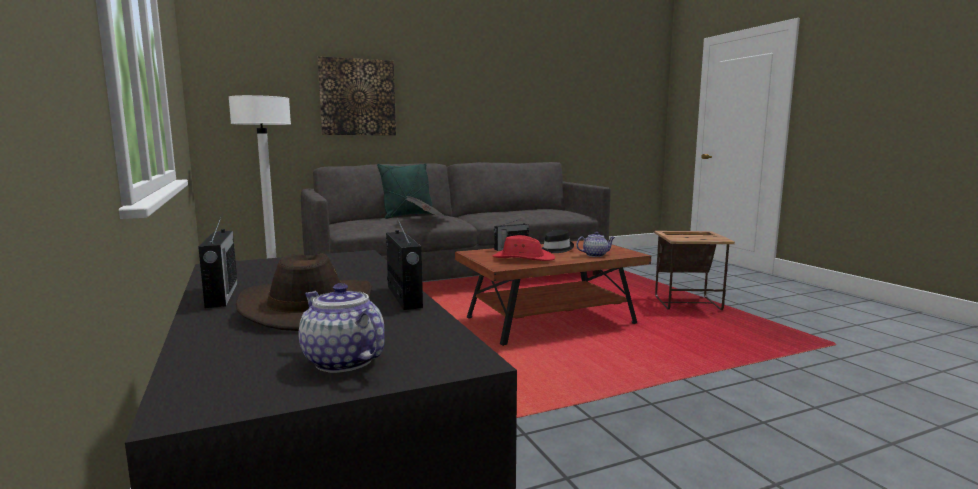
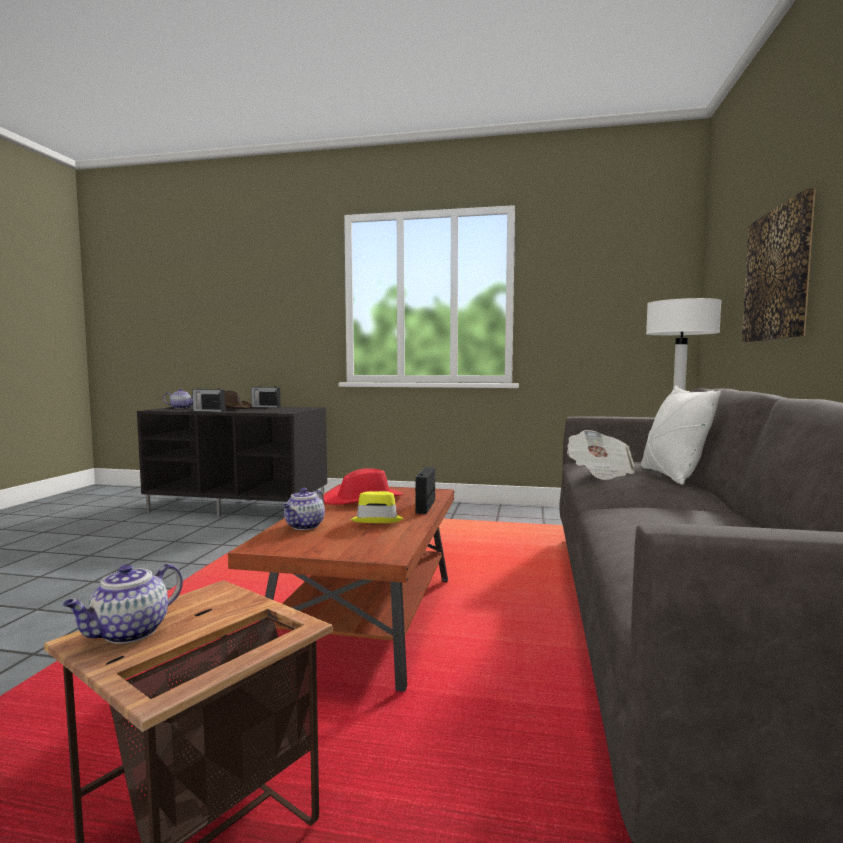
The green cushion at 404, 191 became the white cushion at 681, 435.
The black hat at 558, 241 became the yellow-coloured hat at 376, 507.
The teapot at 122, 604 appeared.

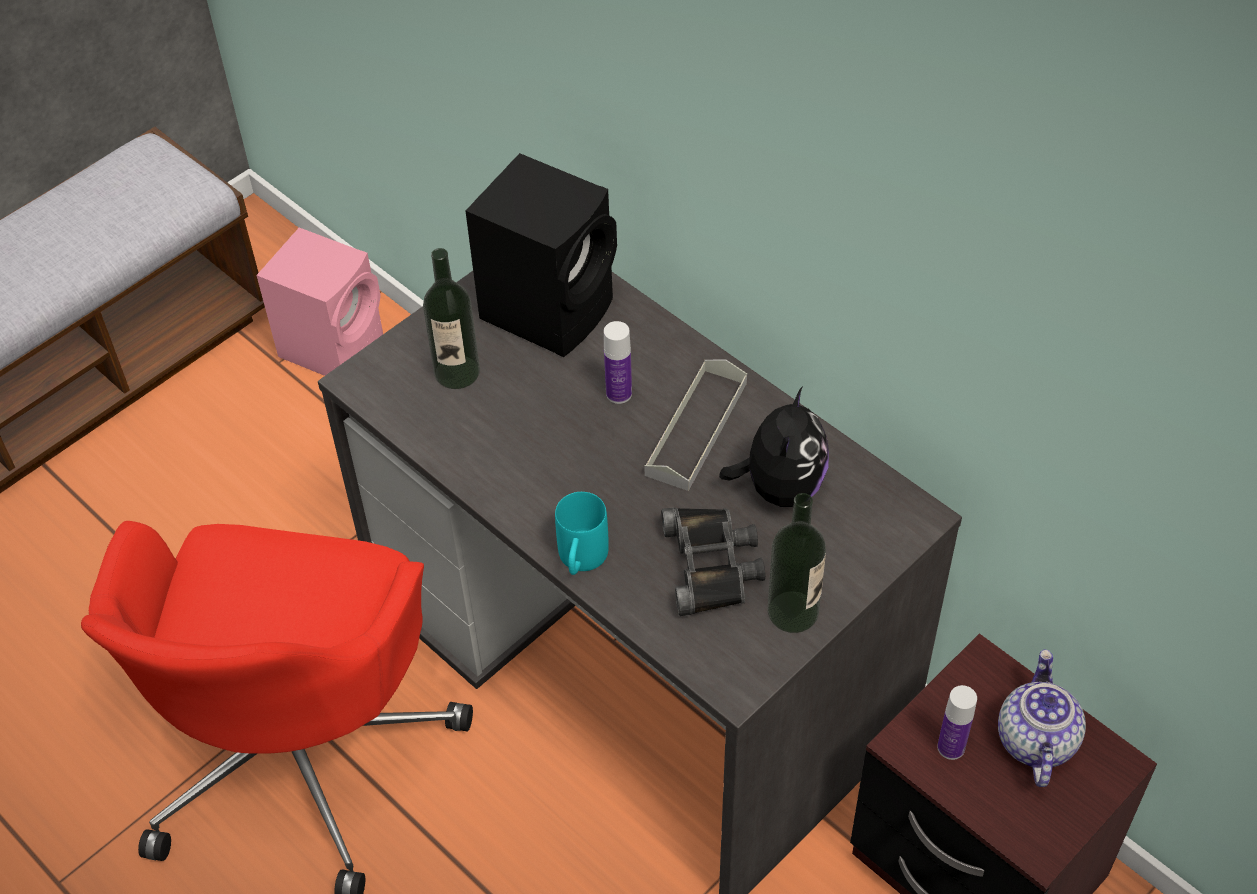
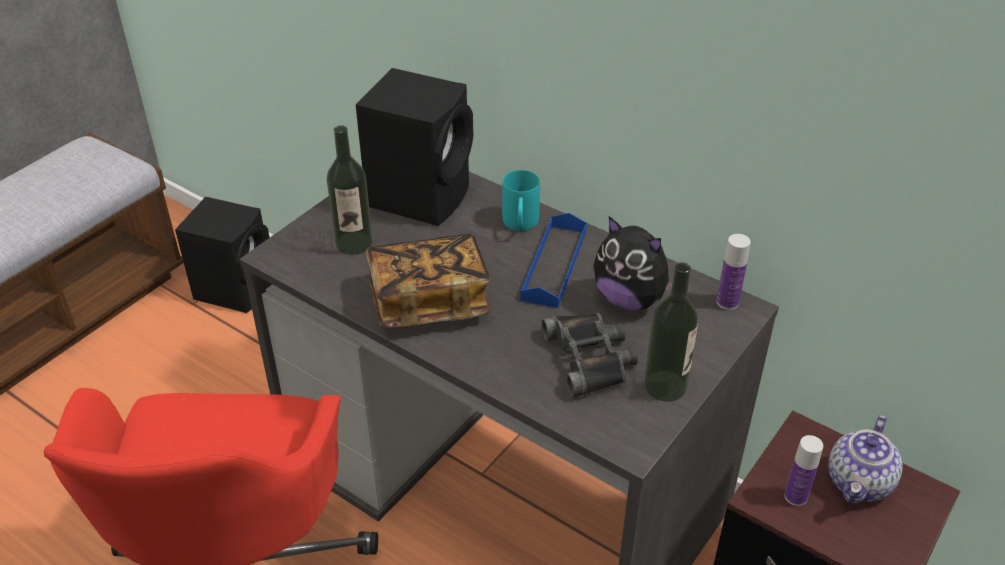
The pinkish audio speaker at 319, 302 became the black audio speaker at 222, 255.
The turquoise-coloured coffee mug moved from 582, 533 to 521, 200.
The drink bottle moved from 618, 362 to 734, 272.
The greyish carrying tray at 695, 425 became the blue carrying tray at 553, 260.
The cuddly toy at 774, 446 turned 120 degrees clockwise.
The teapot at 1042, 718 turned 150 degrees counterclockwise.
The book at 428, 281 appeared.

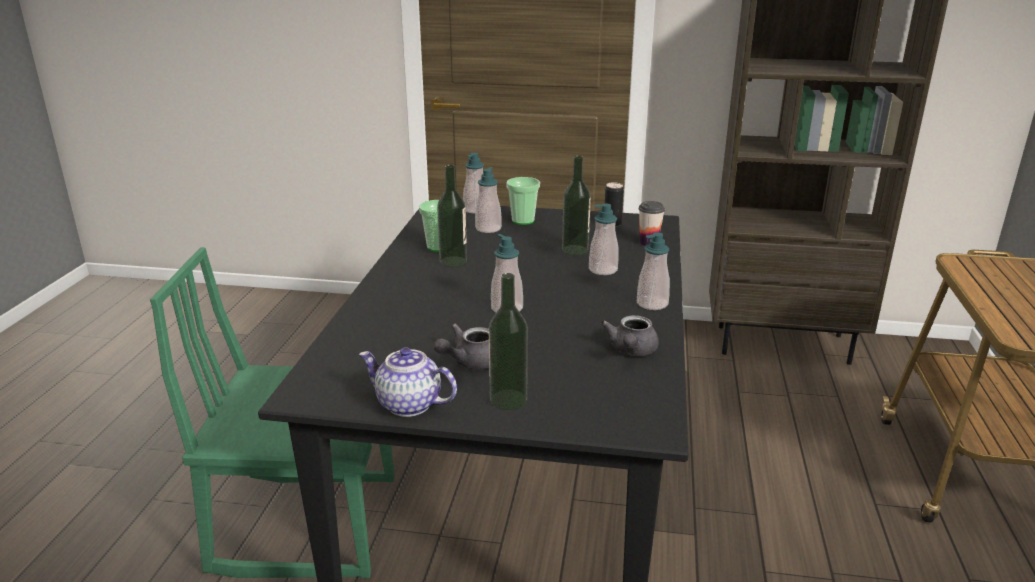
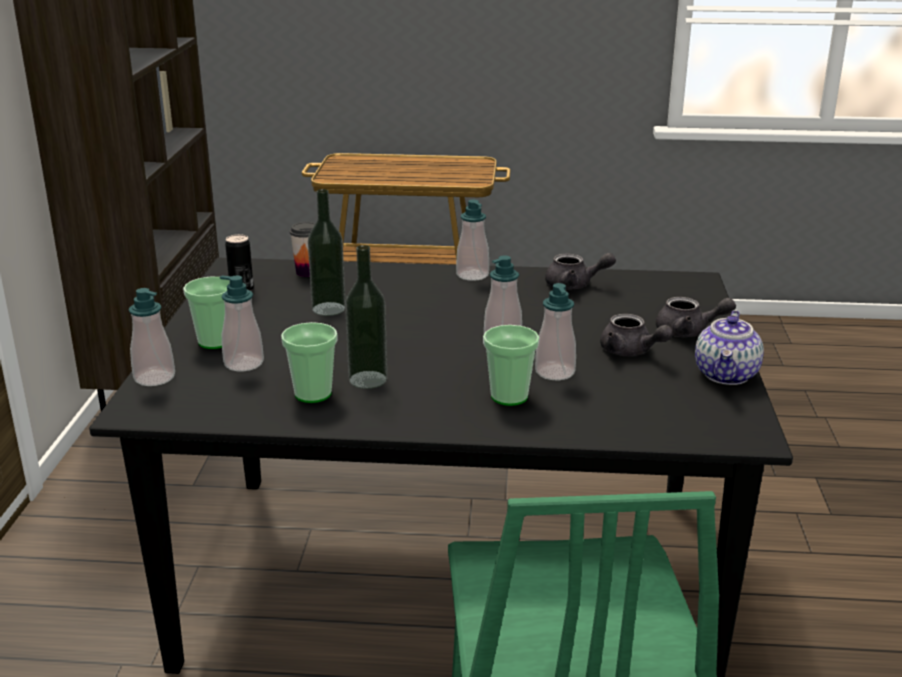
The drink bottle at 508, 341 was replaced by the greyish teapot at 696, 317.
The soap bottle moved from 604, 239 to 555, 331.
The cup at 511, 365 appeared.

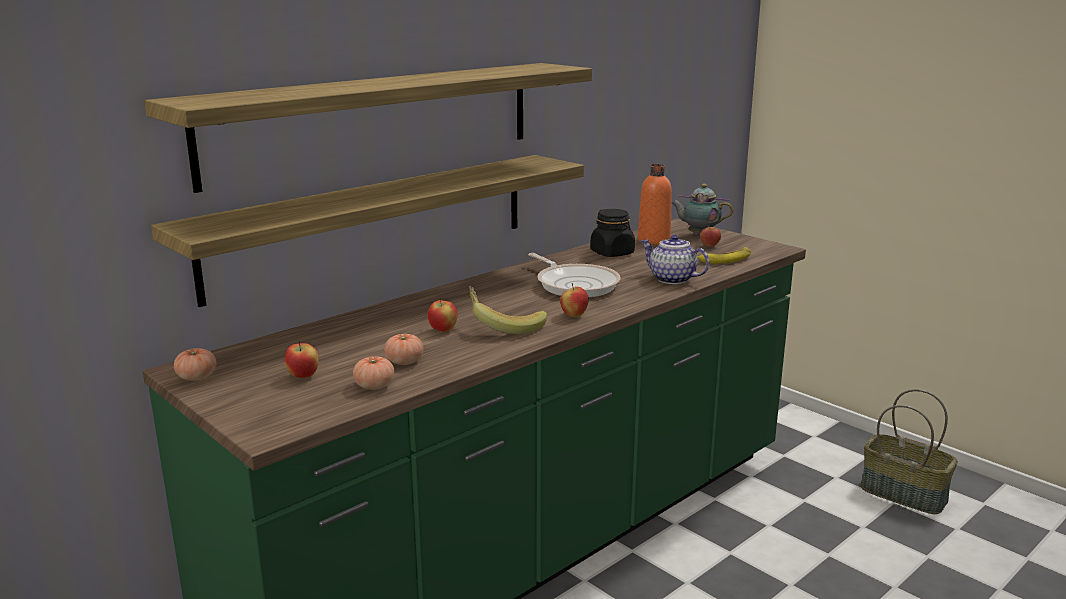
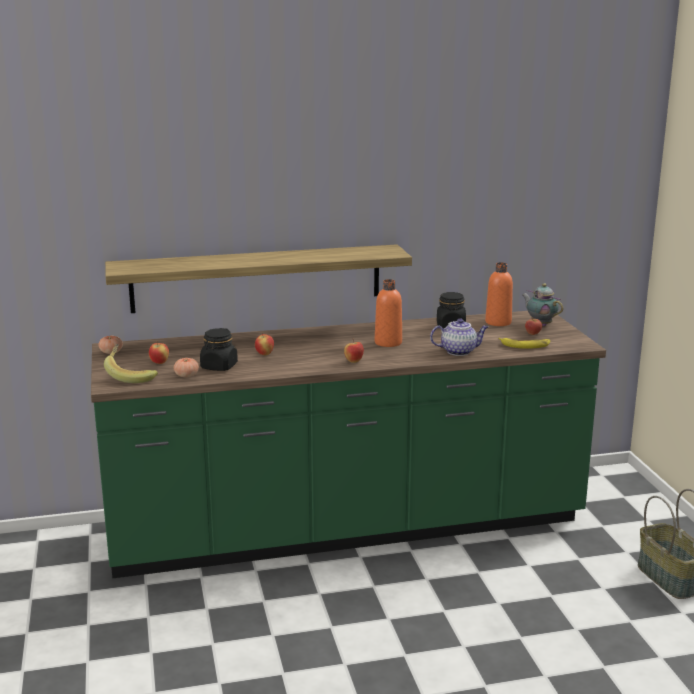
The bracket shelf at 368, 128 disappeared.
The tomato at 404, 349 was replaced by the black storage jar at 219, 349.
The whole banana moved from 508, 310 to 131, 363.
The frying pan at 574, 275 was replaced by the orangey drink bottle at 388, 313.
The teapot at 675, 259 turned 105 degrees clockwise.

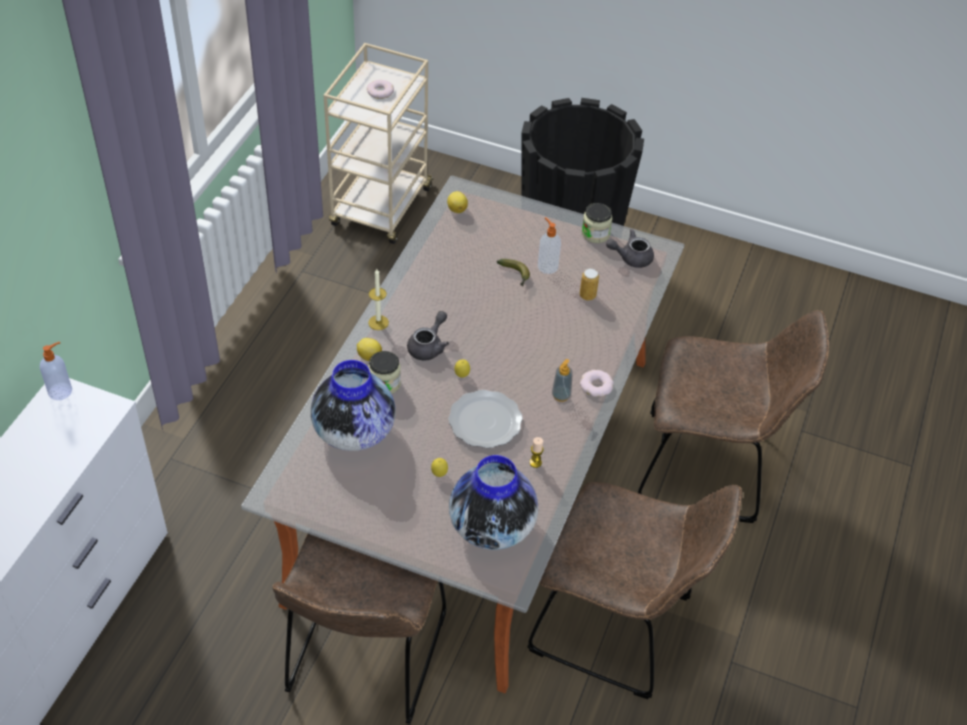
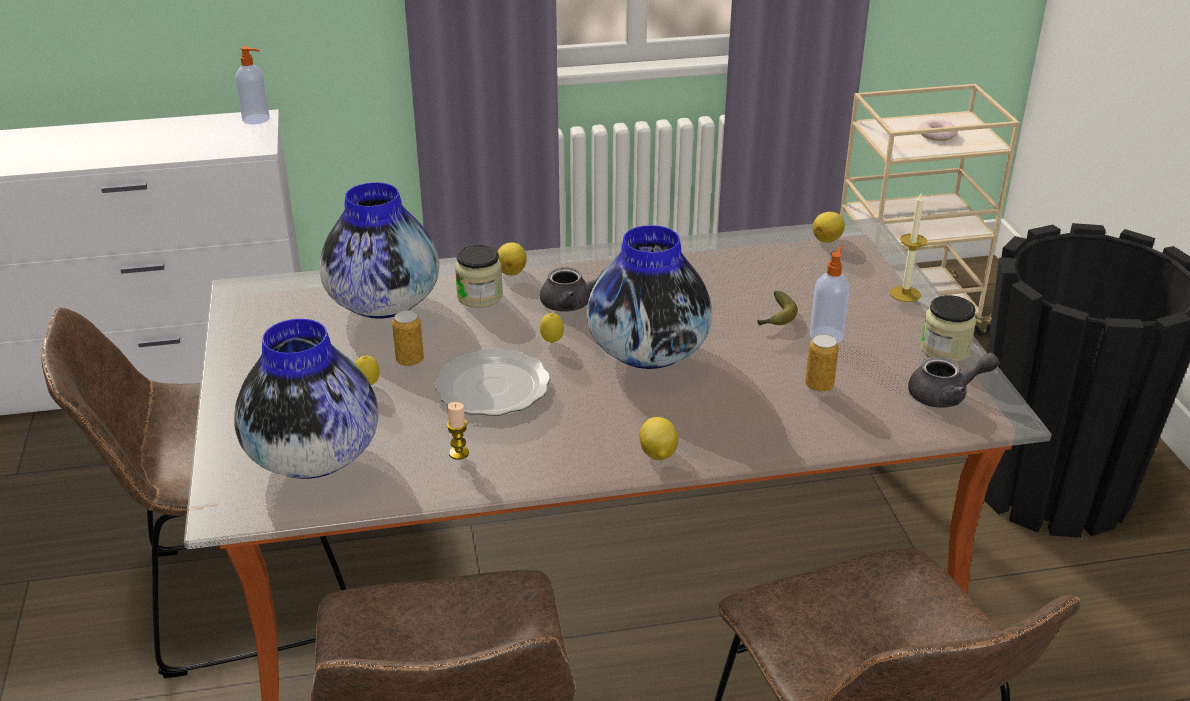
The wax light moved from 378, 299 to 908, 247.
The soap bottle at 562, 380 disappeared.
The ring doughnut at 597, 383 was replaced by the citrus fruit at 658, 438.
The greyish teapot at 630, 248 turned 120 degrees clockwise.
The sealed can at 408, 338 appeared.
The flower vase at 649, 297 appeared.

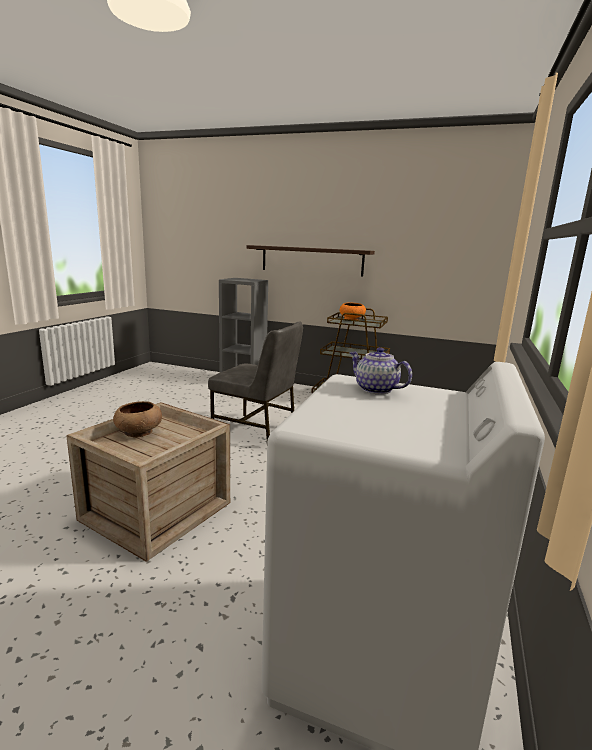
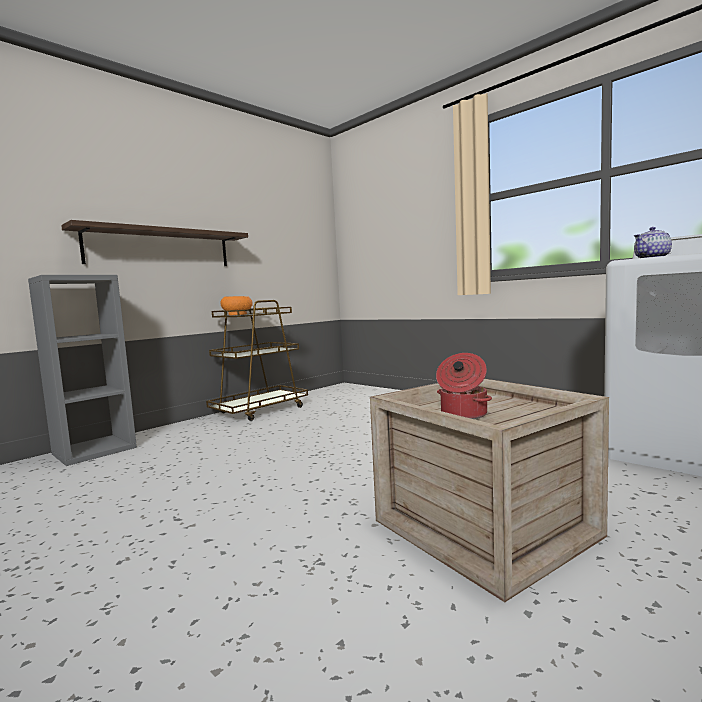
The brown serving bowl at 137, 419 was replaced by the saucepot at 464, 386.
The greyish plain chair at 255, 380 disappeared.

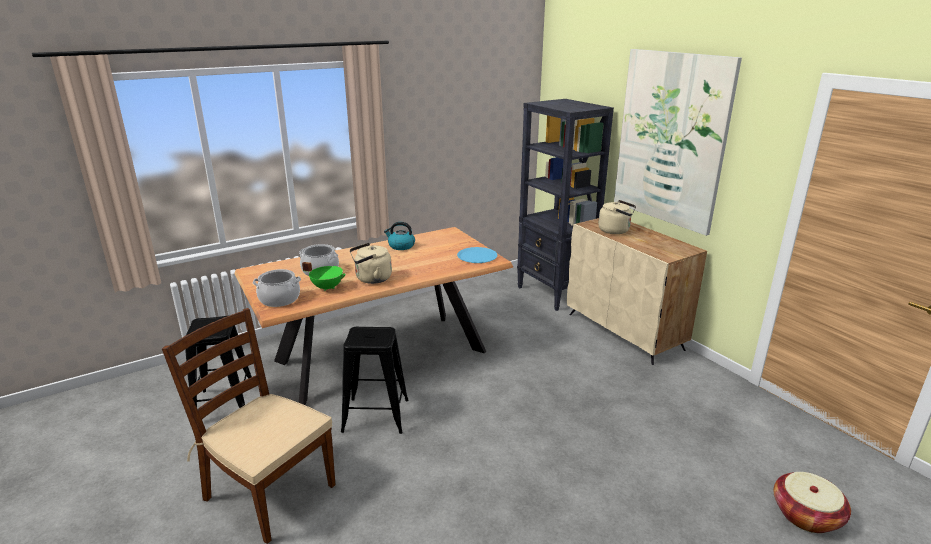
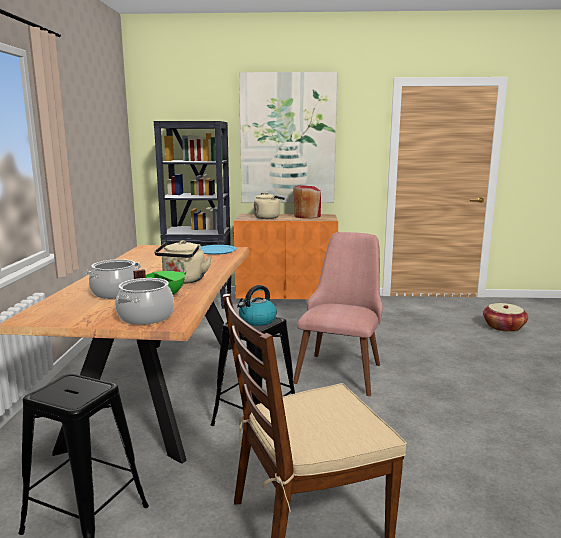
The kettle moved from 399, 236 to 257, 305.
The beige storage cabinet at 637, 291 became the orangey storage cabinet at 286, 260.
The red-coloured flower vase at 307, 202 appeared.
The pinkish plain chair at 338, 314 appeared.

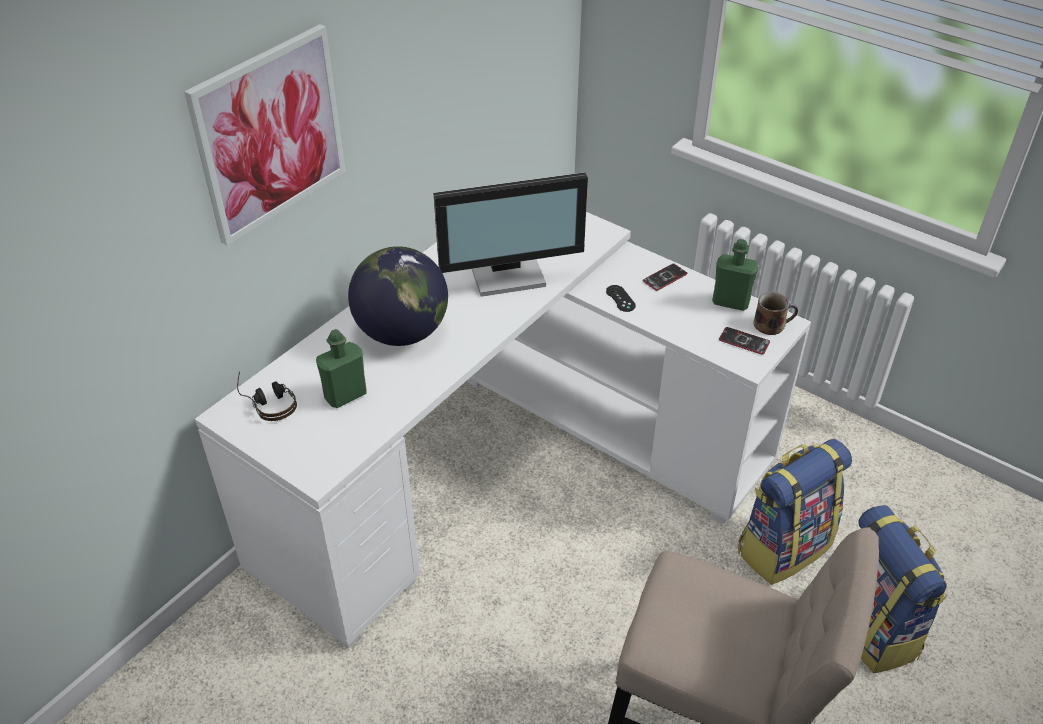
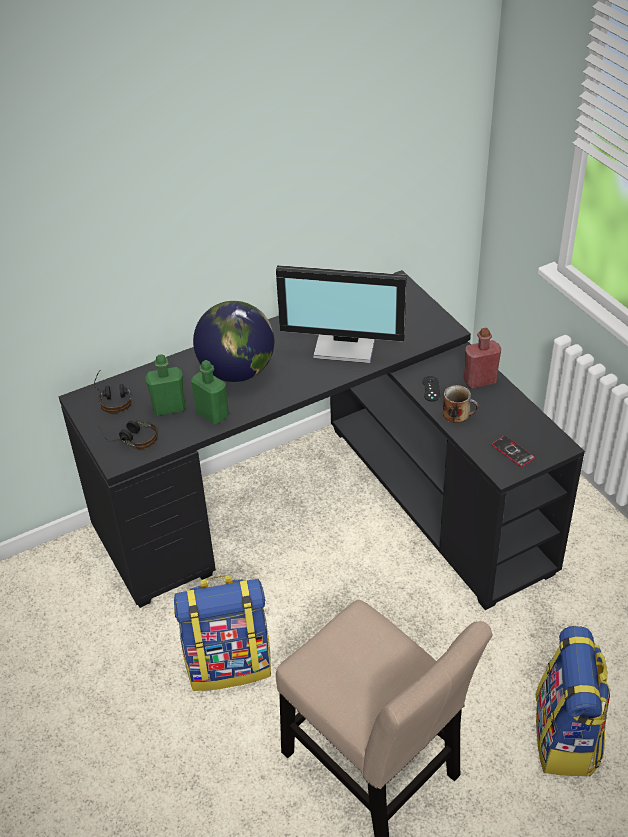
The wall art at 265, 134 disappeared.
The white desk at 503, 430 became the black desk at 322, 440.
The telephone at 665, 277 was replaced by the red-coloured drink bottle at 482, 358.
The green drink bottle moved from 735, 275 to 210, 392.
The backpack moved from 795, 512 to 222, 633.
The coffee mug moved from 775, 313 to 460, 404.
The headset at 128, 435 appeared.

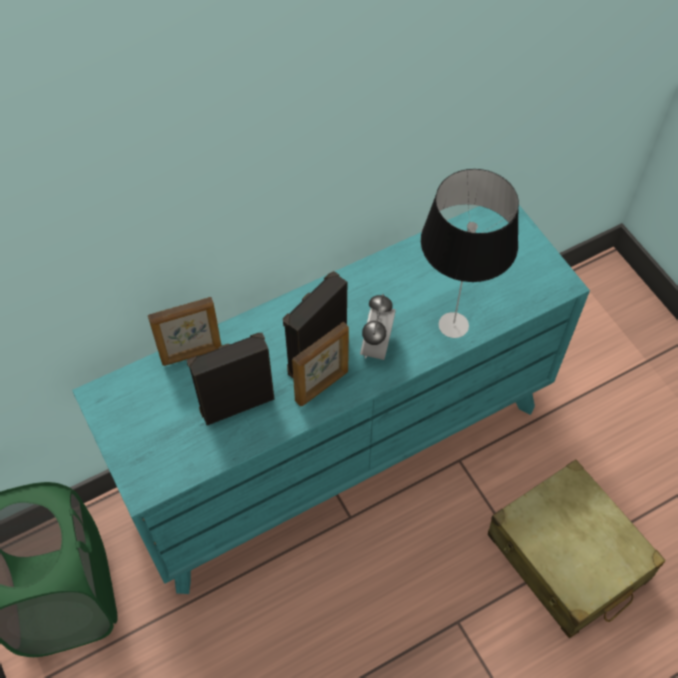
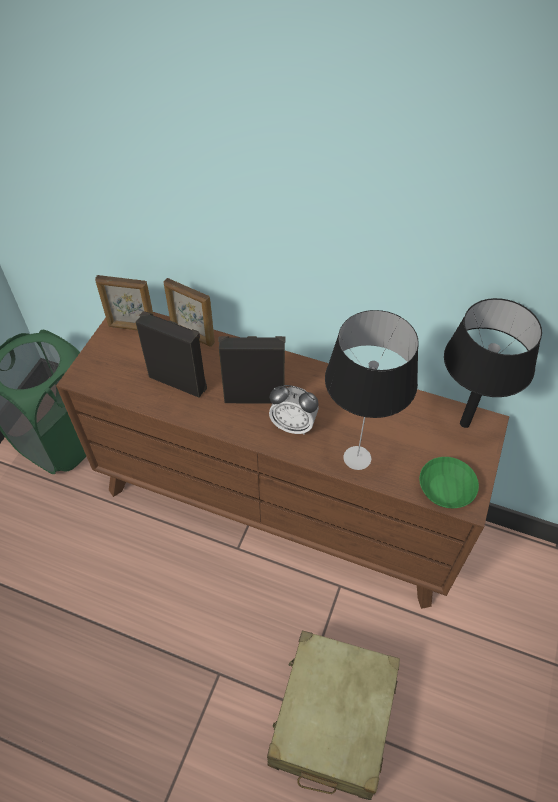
The turquoise-coloured drawer chest at 331, 399 became the brown drawer chest at 282, 460.
The picture frame moved from 320, 364 to 124, 302.
The table clock at 378, 327 turned 135 degrees counterclockwise.
The green serving bowl at 449, 482 appeared.
The black tabletop lamp at 493, 363 appeared.

